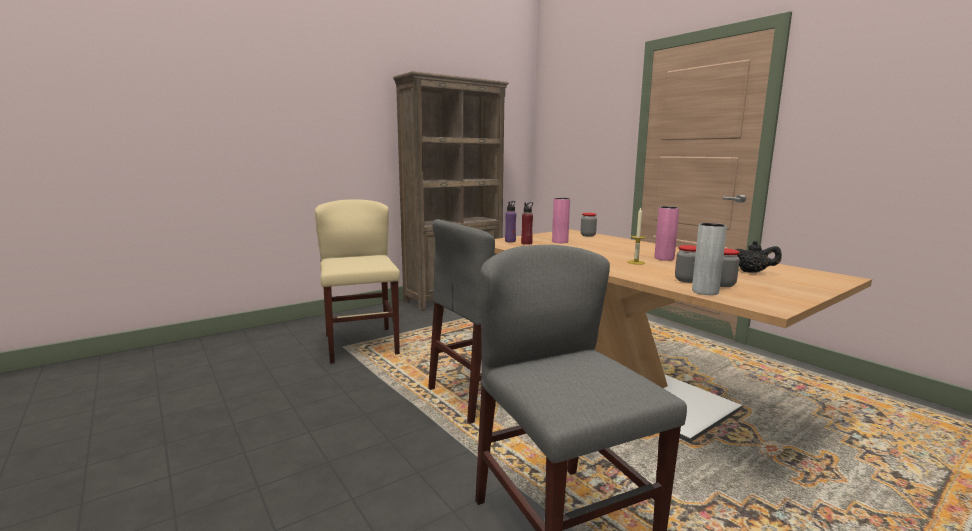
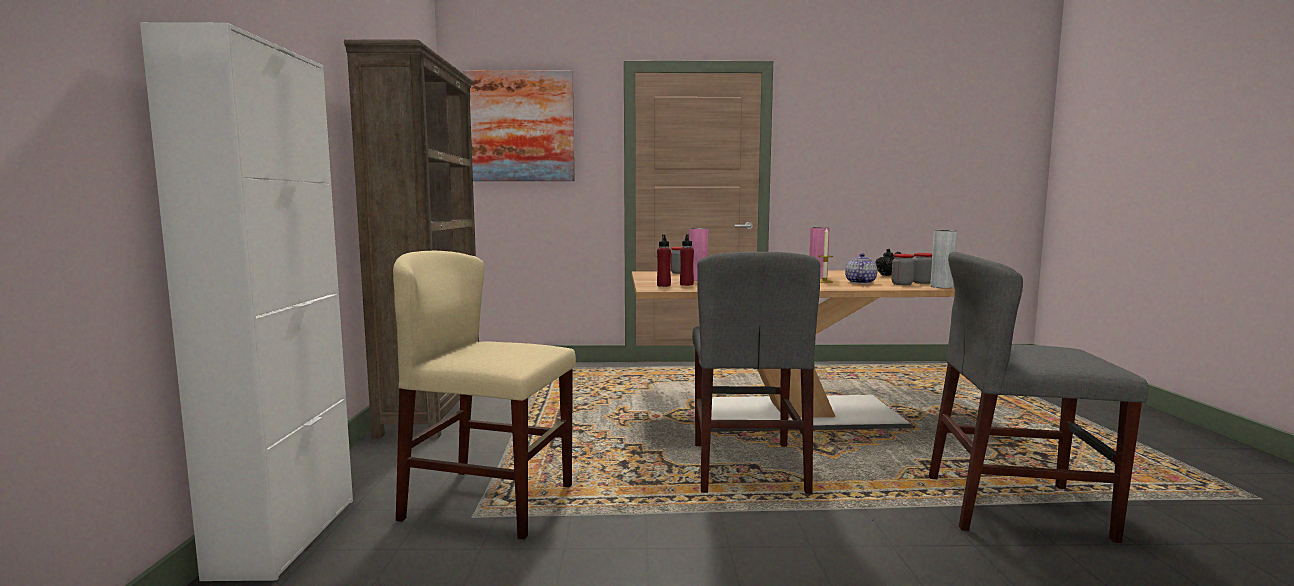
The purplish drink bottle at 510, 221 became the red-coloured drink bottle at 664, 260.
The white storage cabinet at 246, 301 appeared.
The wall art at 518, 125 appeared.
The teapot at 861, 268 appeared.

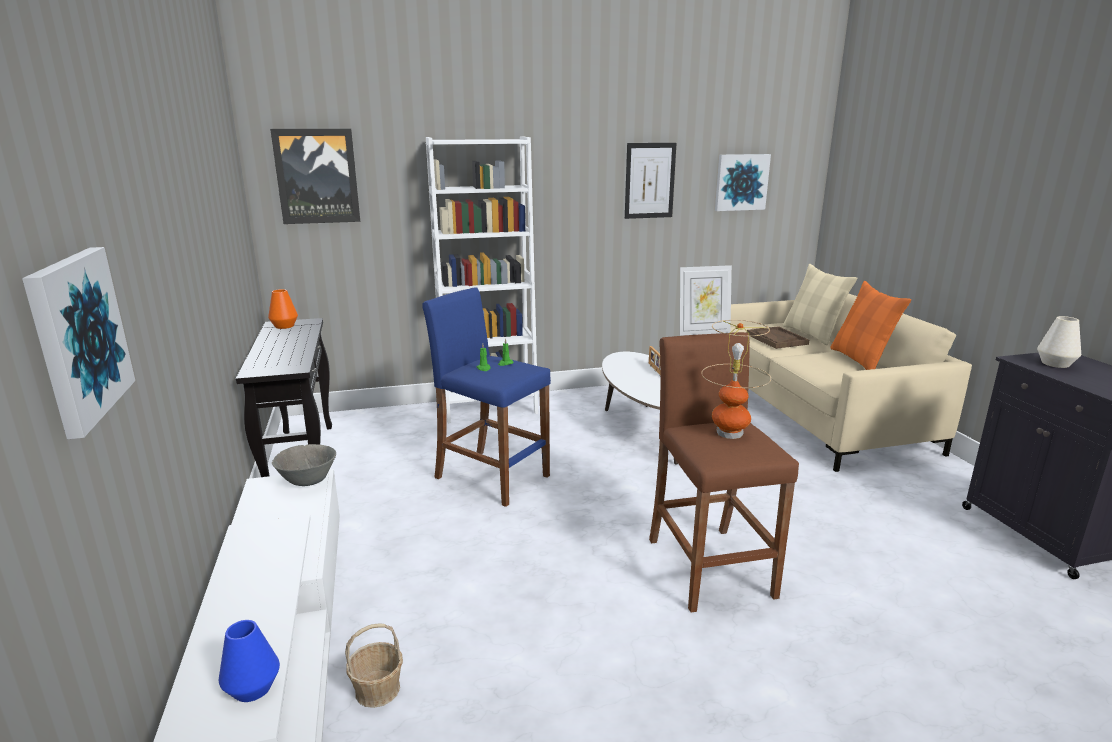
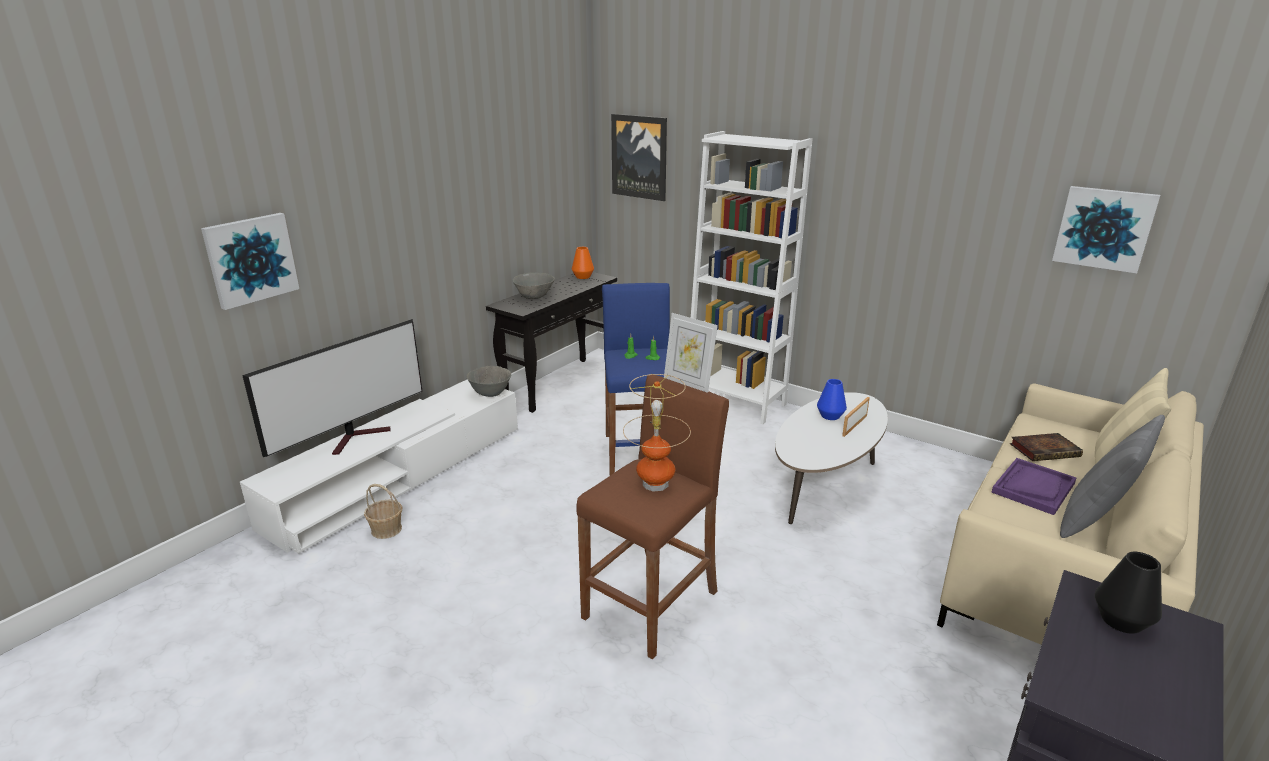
The blue flower vase moved from 249, 661 to 832, 399.
The wall art at 651, 181 disappeared.
The brown carrying tray at 778, 337 was replaced by the book at 1046, 447.
The orangey cushion at 870, 325 became the greyish cushion at 1112, 476.
The white flower vase at 1059, 342 became the black flower vase at 1128, 593.
The TV set at 332, 388 appeared.
The greyish serving bowl at 533, 285 appeared.
The purplish carrying tray at 1033, 486 appeared.

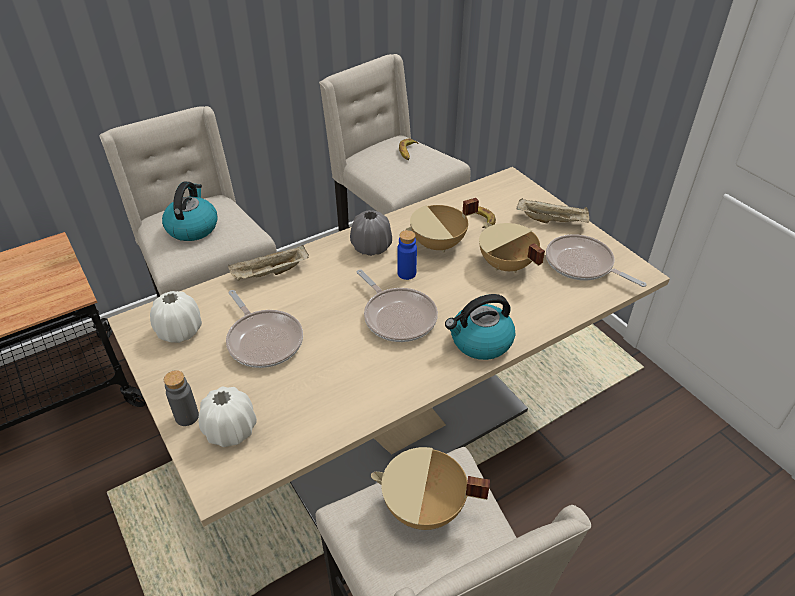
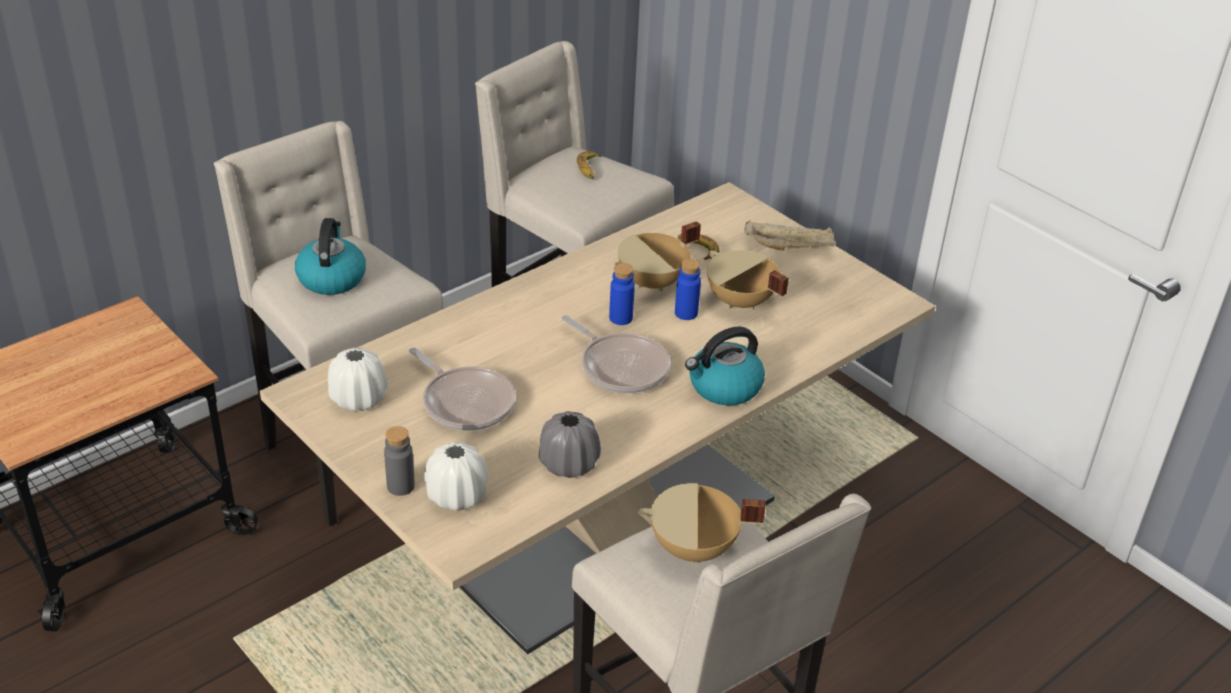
The beige carrying tray at 268, 263 disappeared.
The greyish flower vase moved from 371, 233 to 570, 444.
The frying pan at 596, 260 disappeared.
The blue drink bottle at 688, 289 appeared.

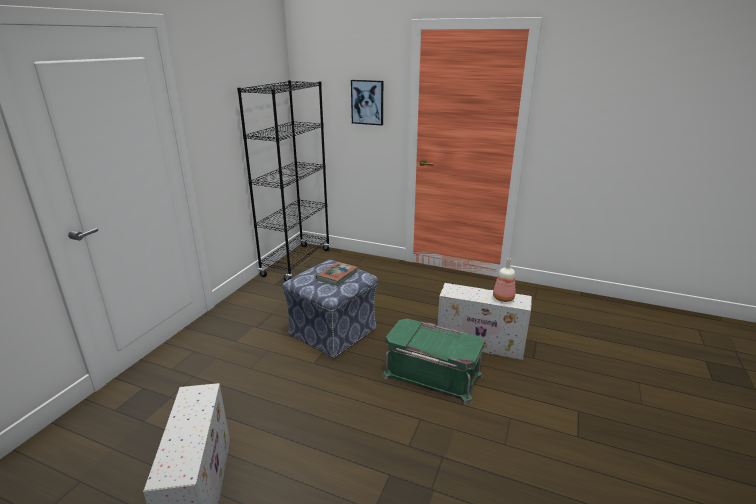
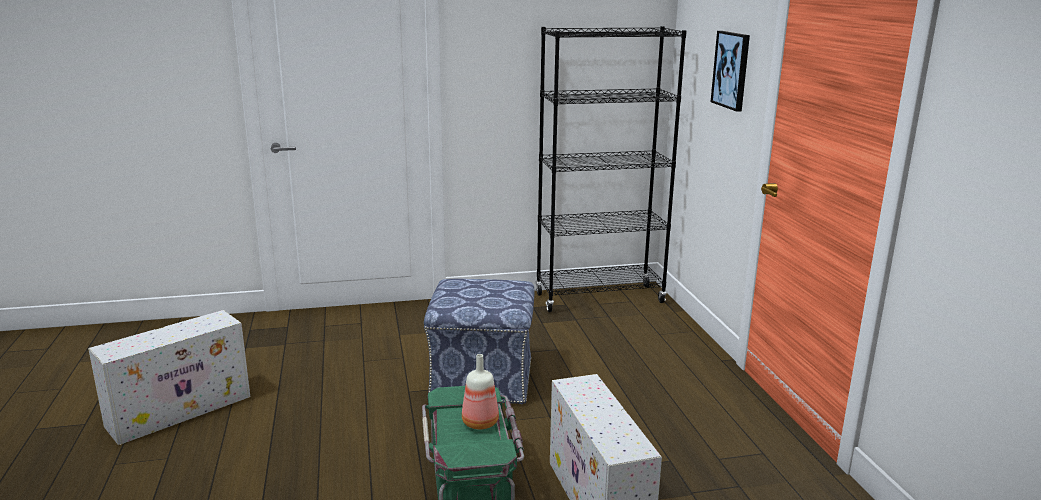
The book at 337, 274 disappeared.
The drink bottle moved from 504, 280 to 480, 392.

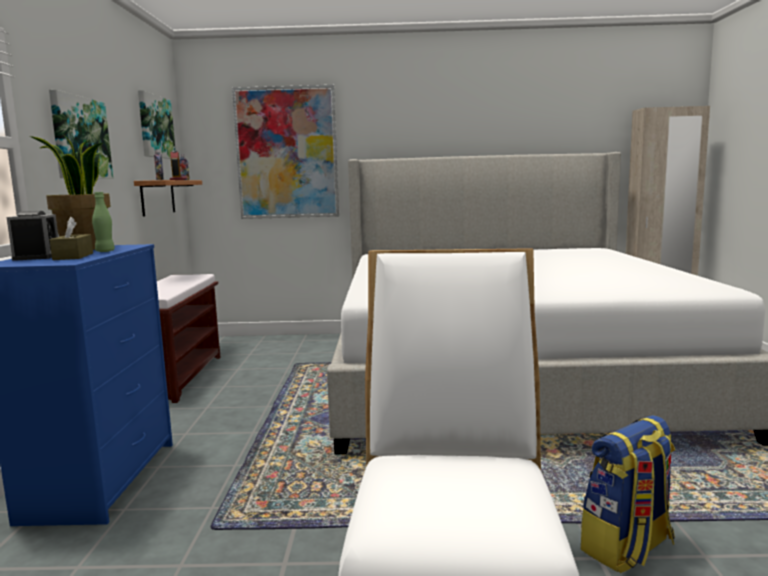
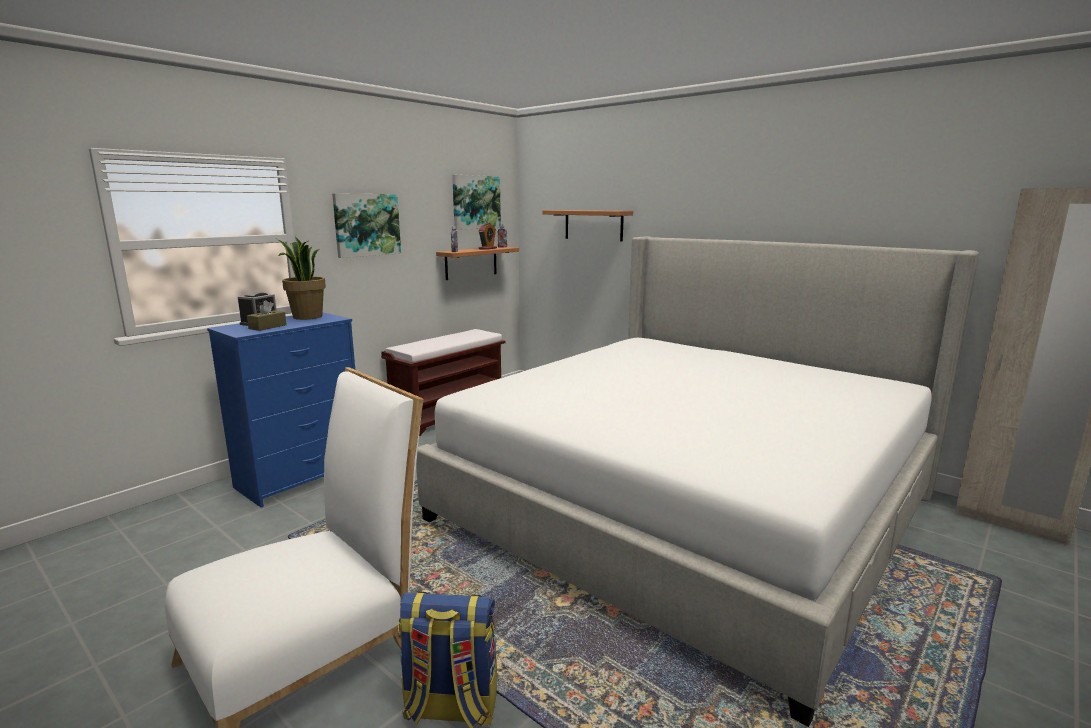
The green drink bottle at 103, 222 disappeared.
The wall art at 285, 152 was replaced by the bracket shelf at 588, 226.

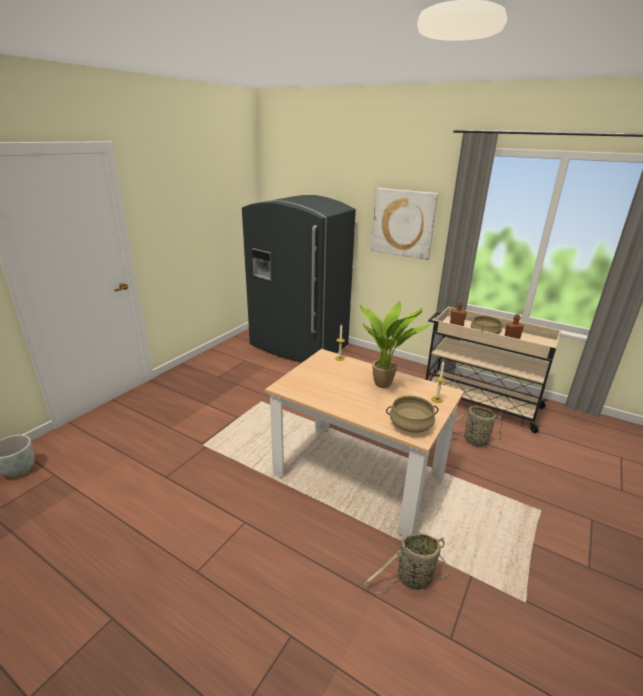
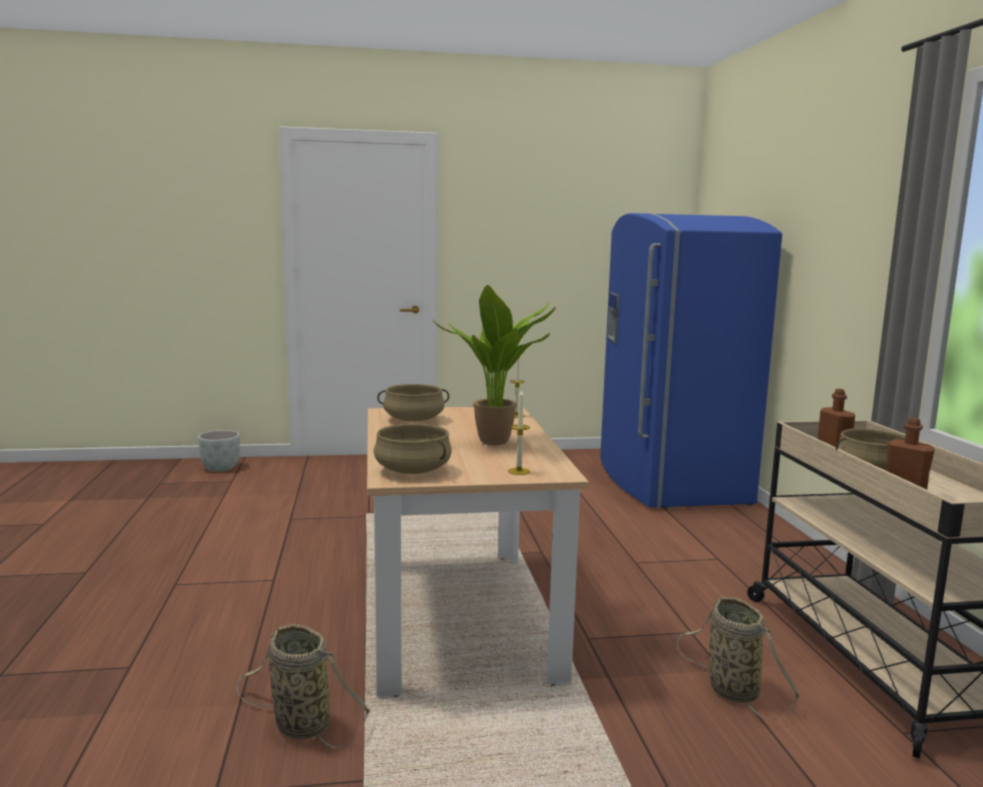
The greyish kitchen fridge at 299, 279 became the blue kitchen fridge at 691, 361.
The wall art at 404, 224 disappeared.
The beige saucepot at 413, 402 appeared.

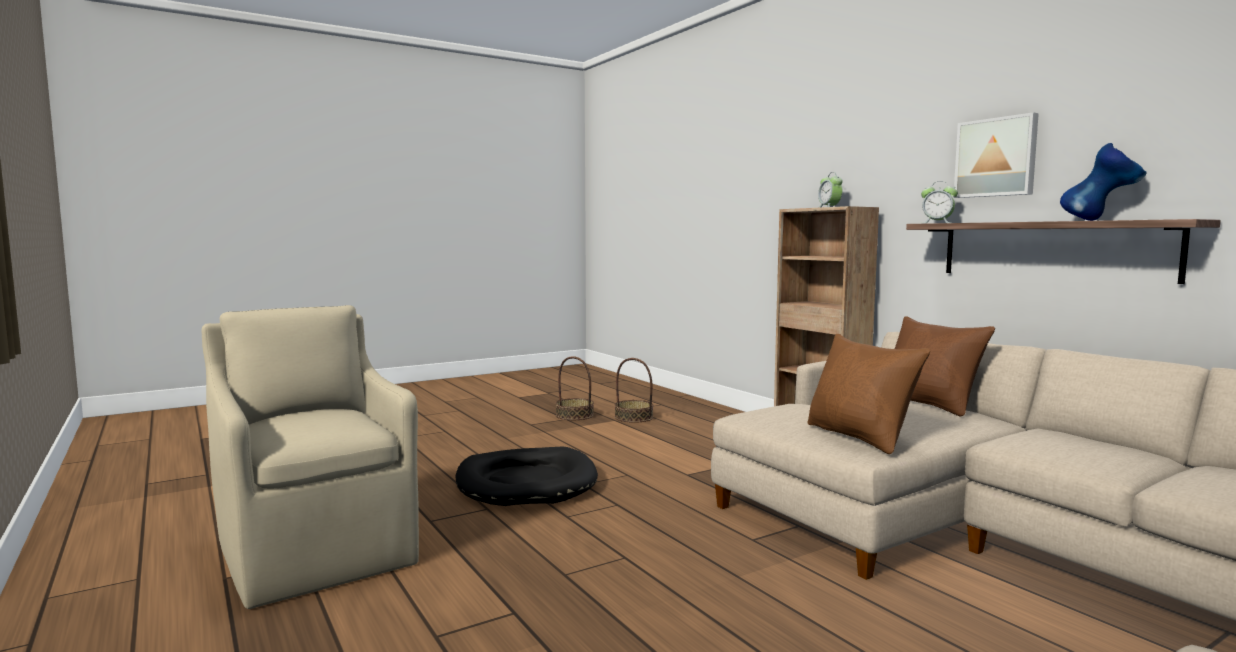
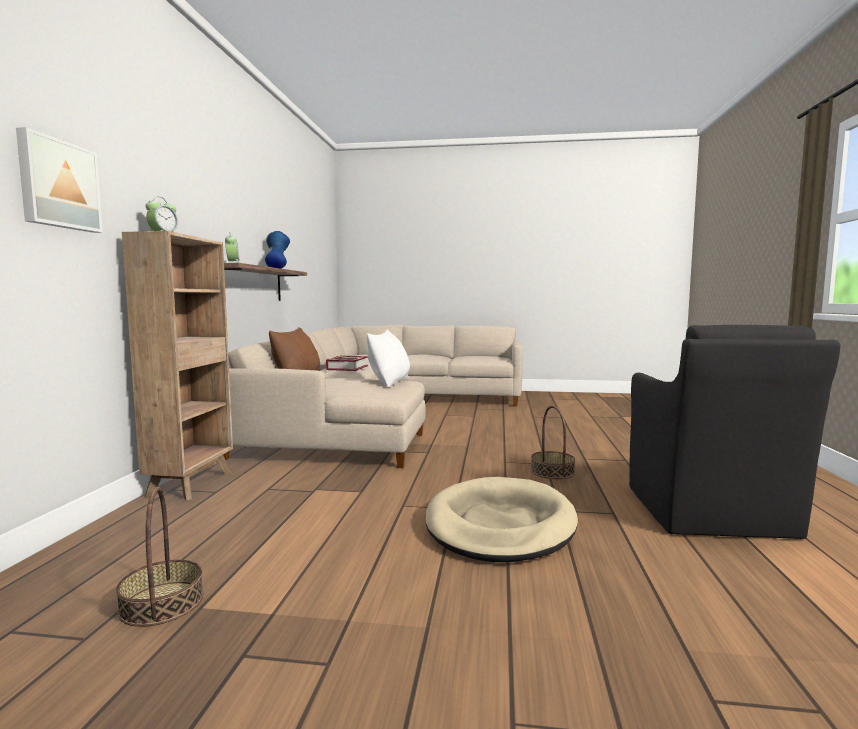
The beige easy chair at 310, 457 became the black easy chair at 734, 432.
The black dog cushion at 526, 476 became the beige dog cushion at 501, 519.
The basket moved from 574, 388 to 553, 442.
The brown cushion at 869, 394 became the white cushion at 388, 358.
The wall art moved from 996, 155 to 59, 180.
The book at 347, 363 appeared.

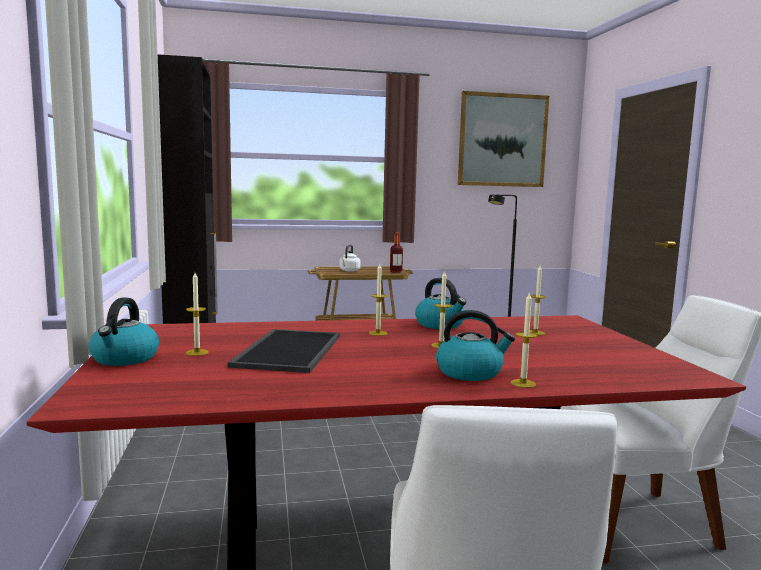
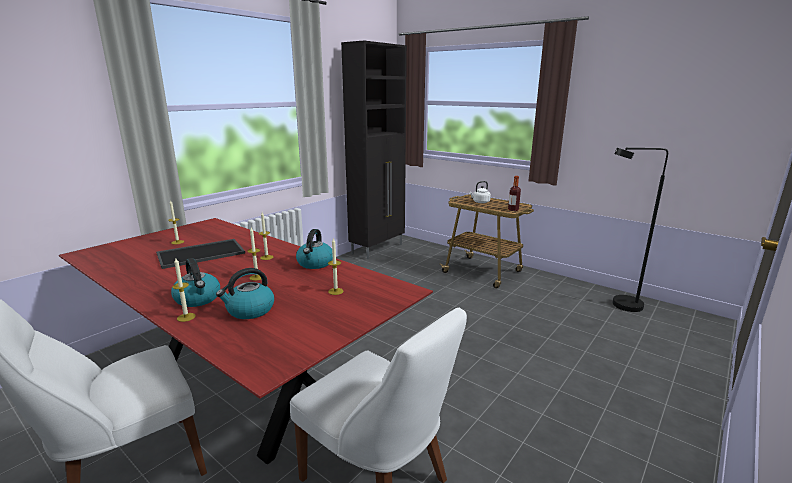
The kettle moved from 124, 331 to 245, 293.
The wall art at 503, 139 disappeared.

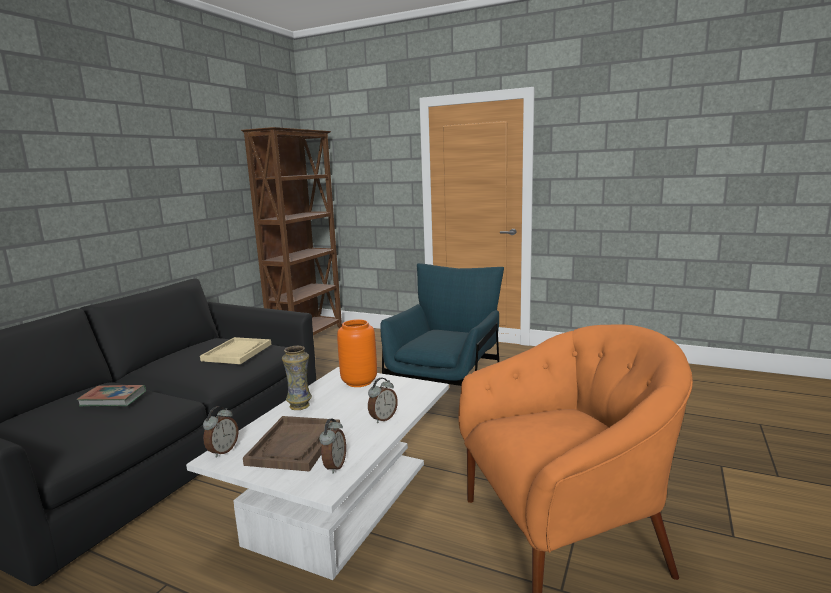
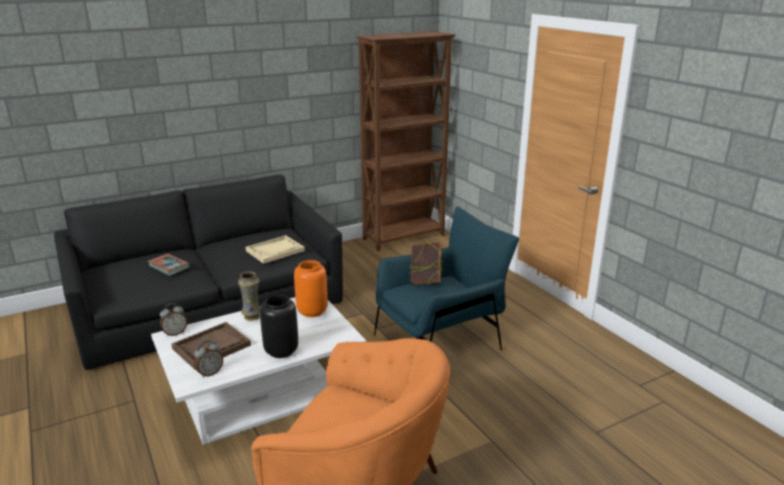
The table clock at 383, 400 was replaced by the black flower vase at 279, 326.
The book at 426, 263 appeared.

